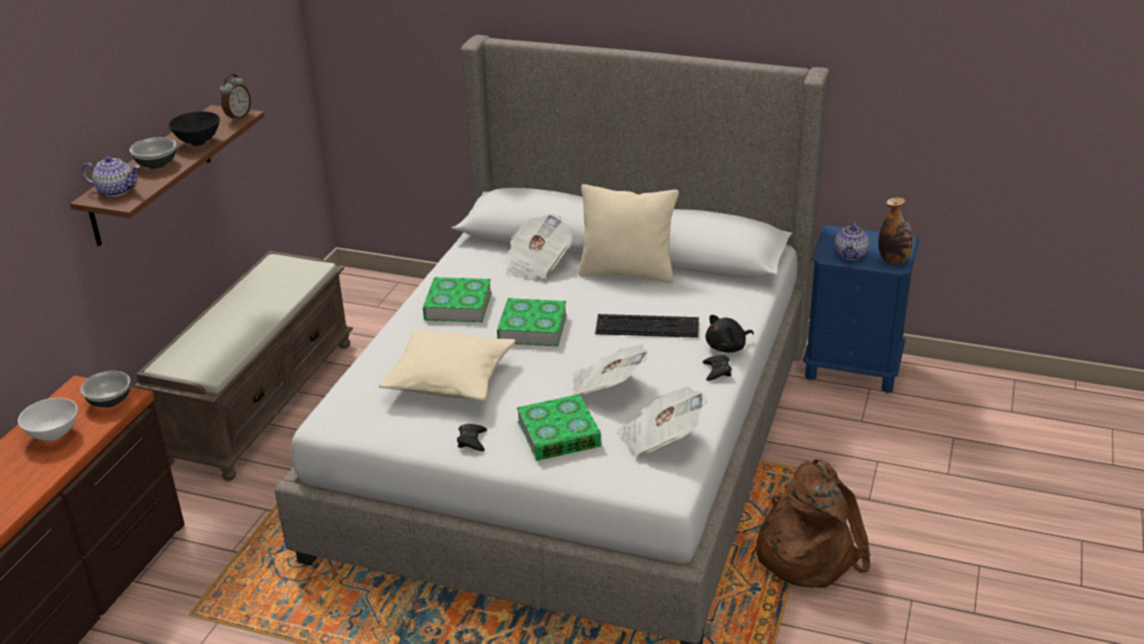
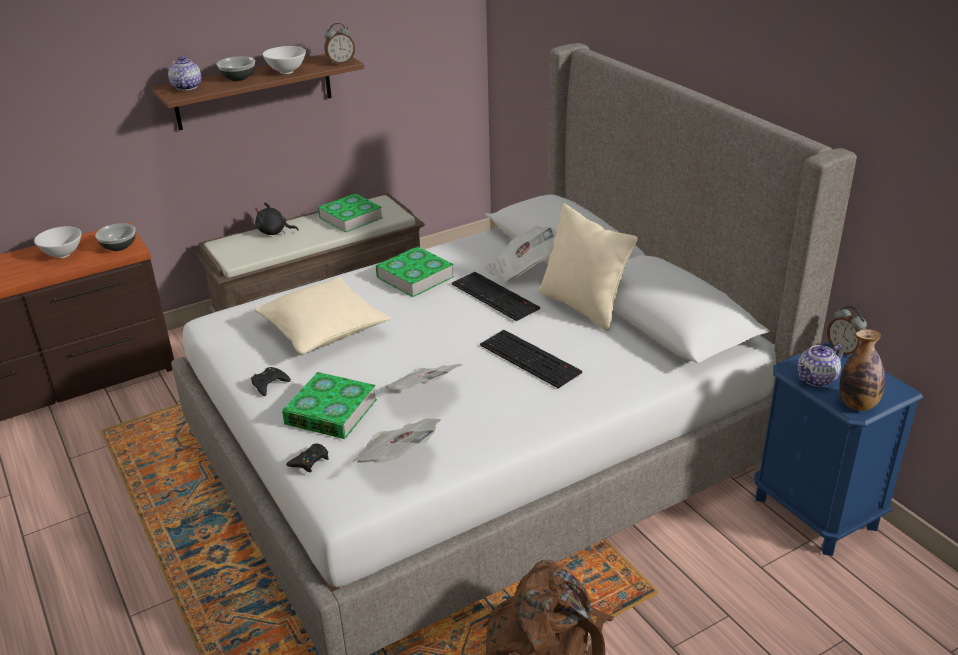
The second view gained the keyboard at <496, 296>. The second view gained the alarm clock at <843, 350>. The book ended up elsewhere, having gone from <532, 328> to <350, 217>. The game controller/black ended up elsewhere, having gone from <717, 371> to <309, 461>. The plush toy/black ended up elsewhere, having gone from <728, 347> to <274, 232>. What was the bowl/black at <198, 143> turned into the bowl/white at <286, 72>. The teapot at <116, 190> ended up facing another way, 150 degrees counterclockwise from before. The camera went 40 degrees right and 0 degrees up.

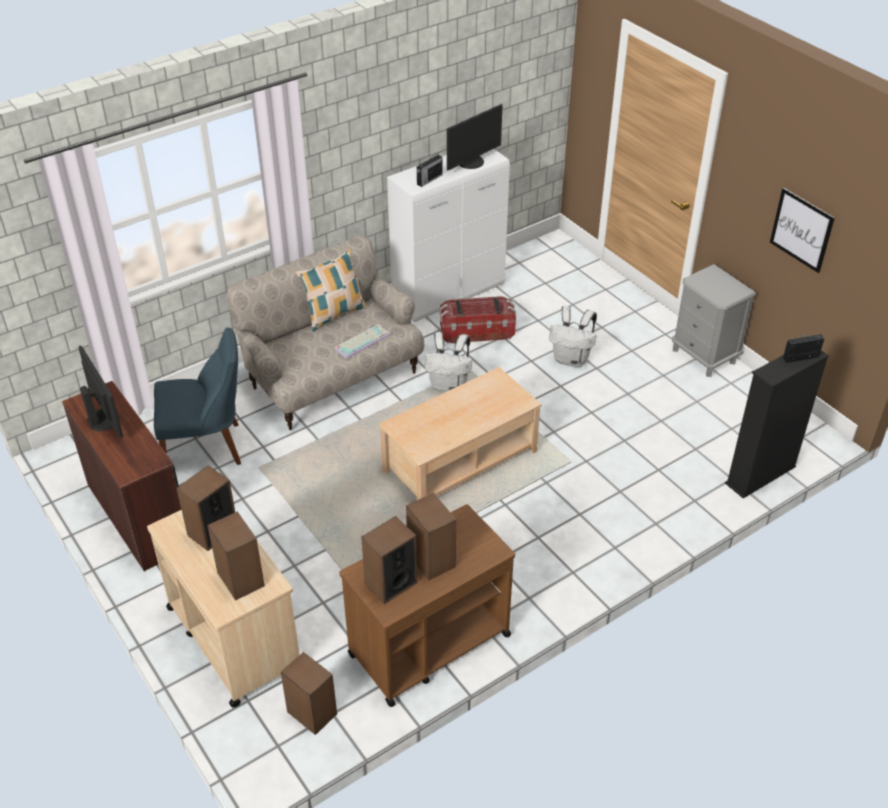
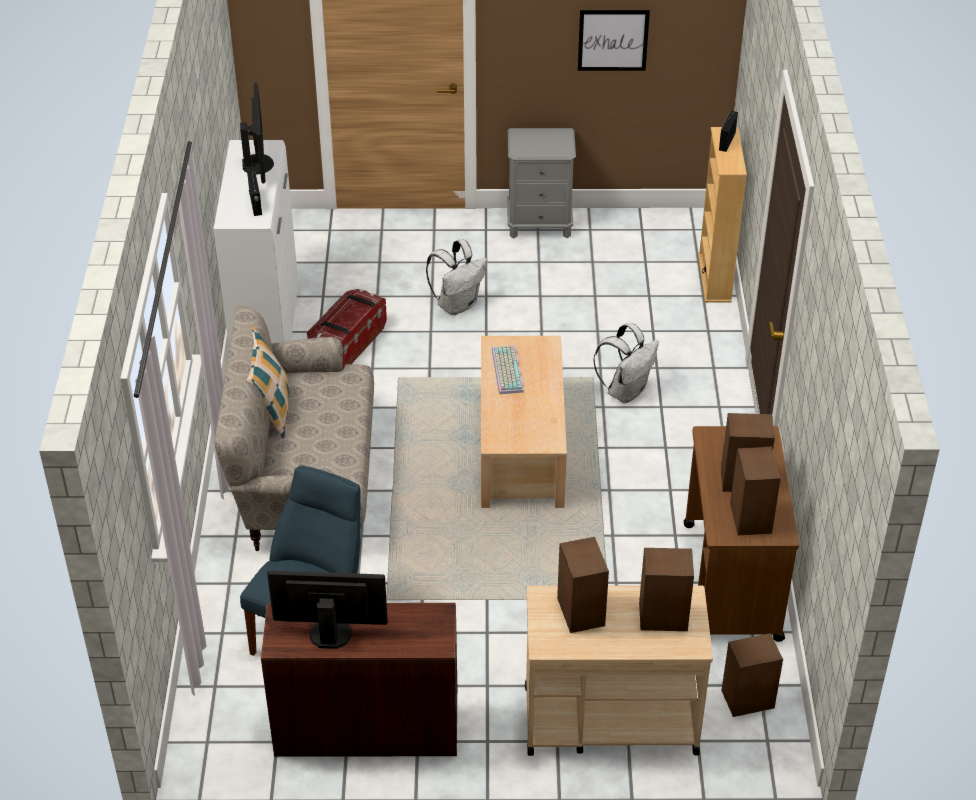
The keyboard ended up elsewhere, having gone from <362, 341> to <506, 369>. The backpack/white ended up elsewhere, having gone from <449, 385> to <626, 391>. What was the bookcase/black at <760, 475> turned into the bookcase/beige at <714, 278>. The camera went 55 degrees left and 0 degrees up.

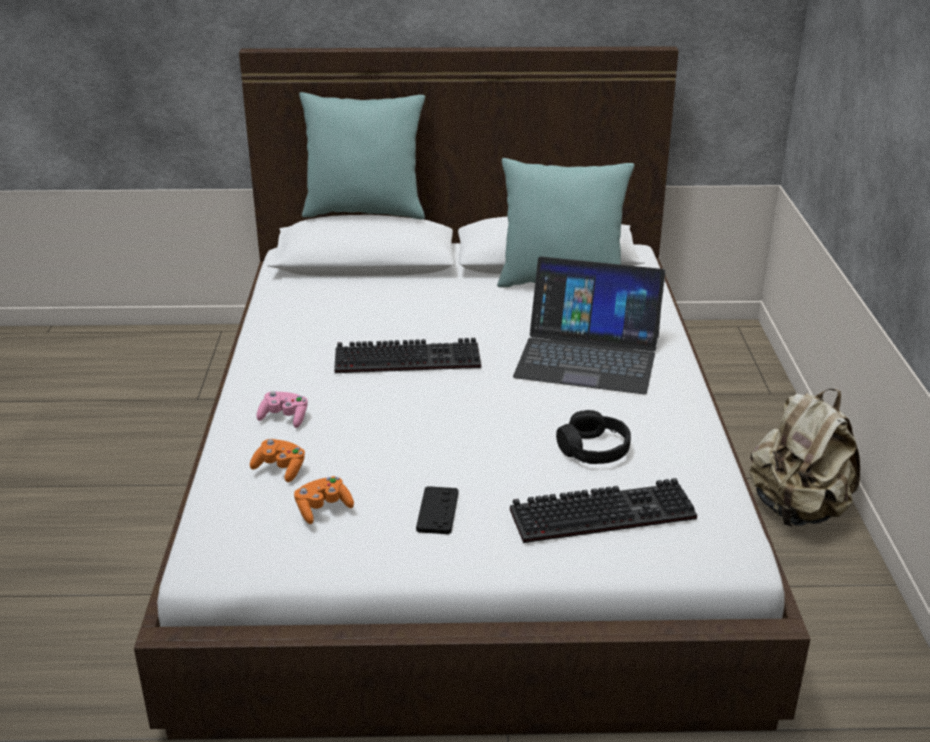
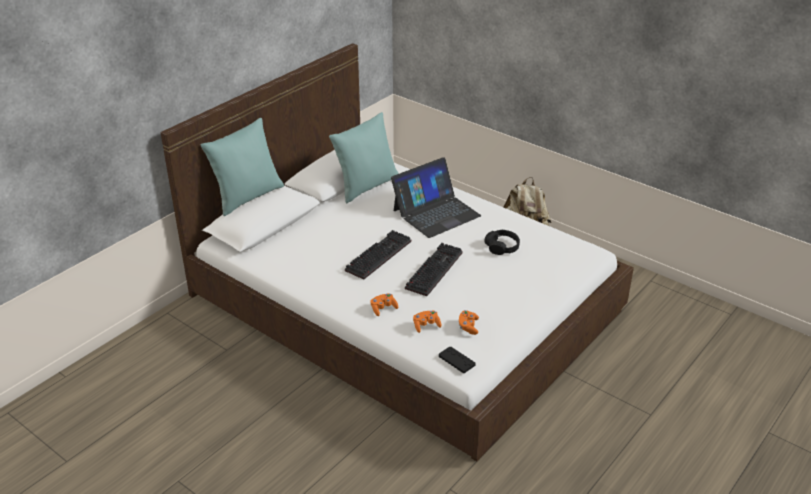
The game controller/black ended up elsewhere, having gone from <437, 511> to <456, 360>. The keyboard ended up elsewhere, having gone from <604, 512> to <433, 269>. What was the game controller/pink at <284, 418> turned into the game controller/orange at <383, 308>. The camera went 50 degrees left and 5 degrees up.

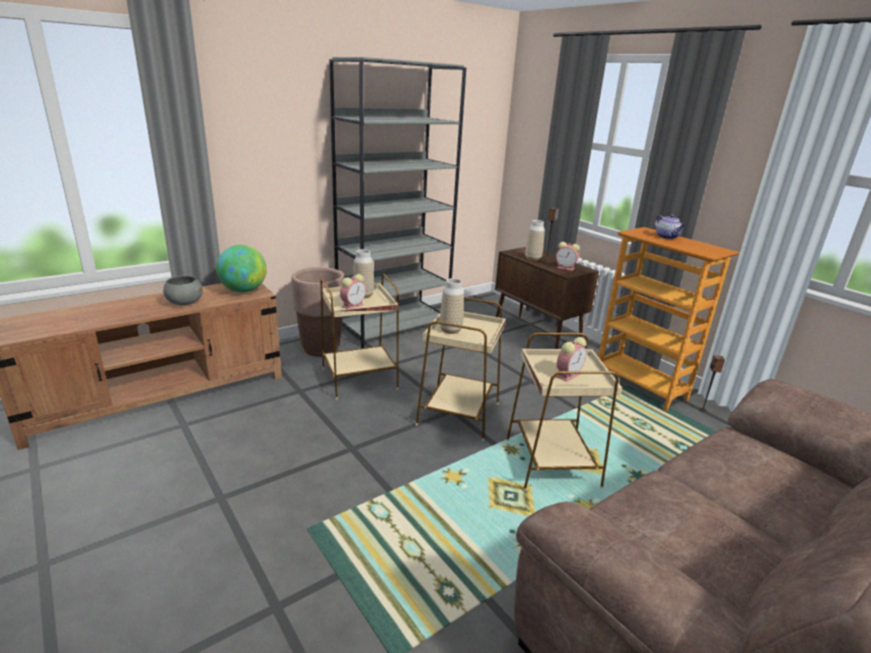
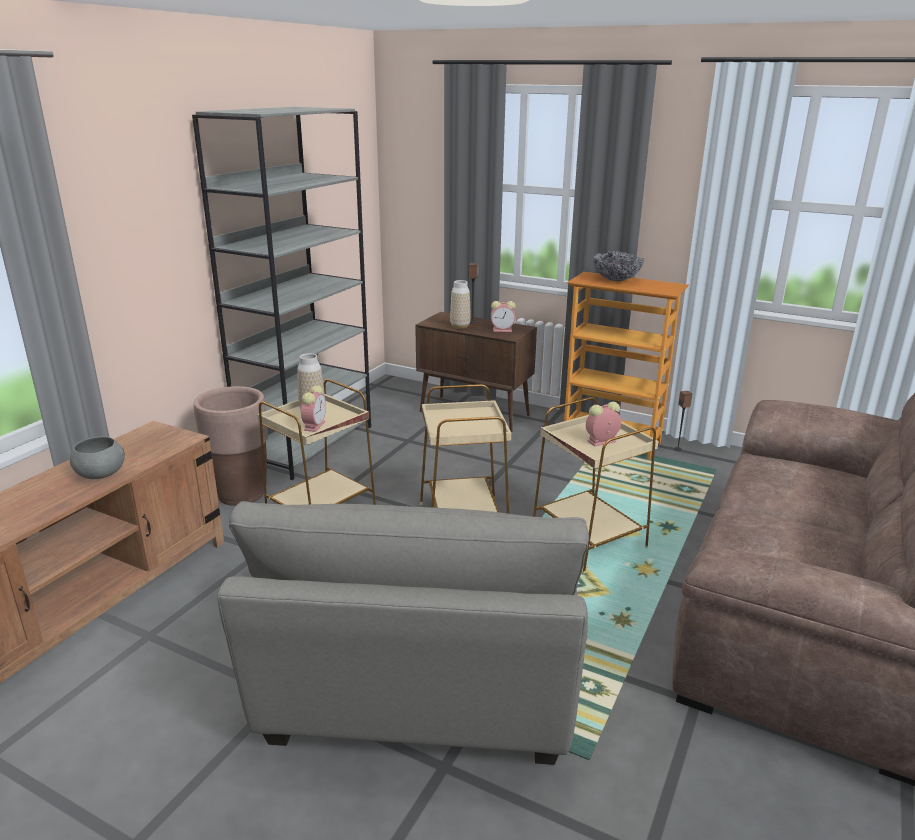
The second view lost the globe at <243, 290>. The second view lost the vase at <450, 330>. The second view gained the armchair/grey at <420, 684>. Where the teapot stood at <667, 237>, the bowl came to stand at <616, 280>. The alarm clock at <568, 374> ended up facing another way, 135 degrees counterclockwise from before. The camera went 25 degrees left and 0 degrees up.

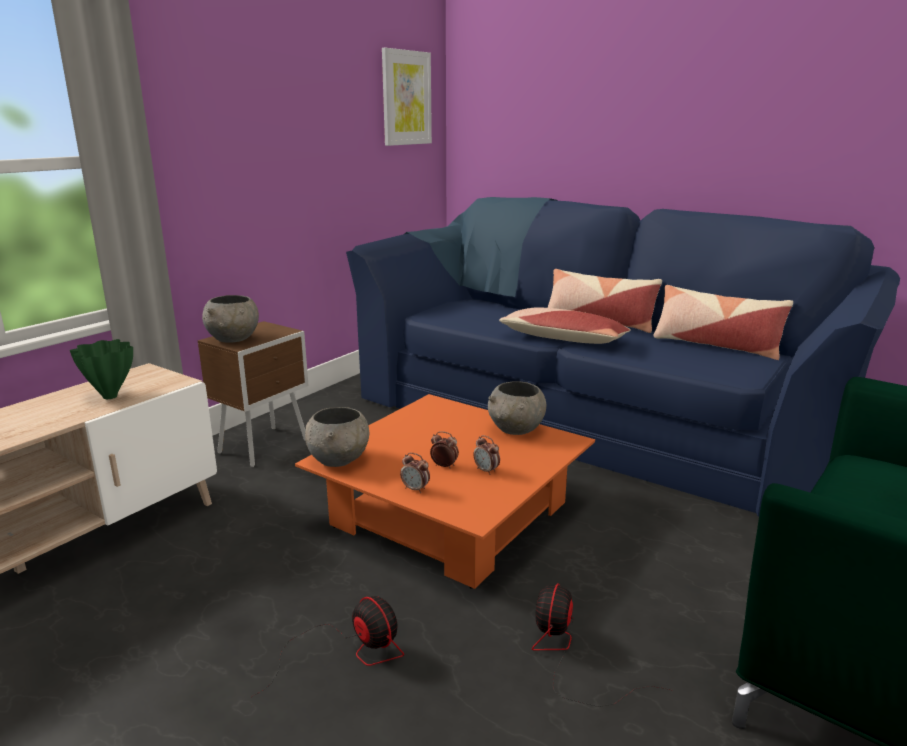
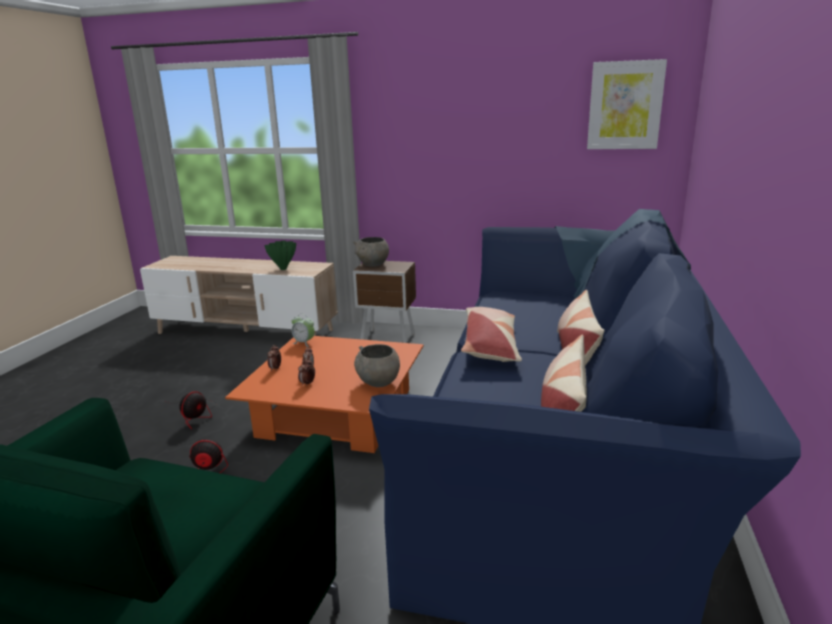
Where the bowl/grey stood at <339, 460>, the alarm clock came to stand at <304, 343>. The camera went 70 degrees right and 0 degrees up.

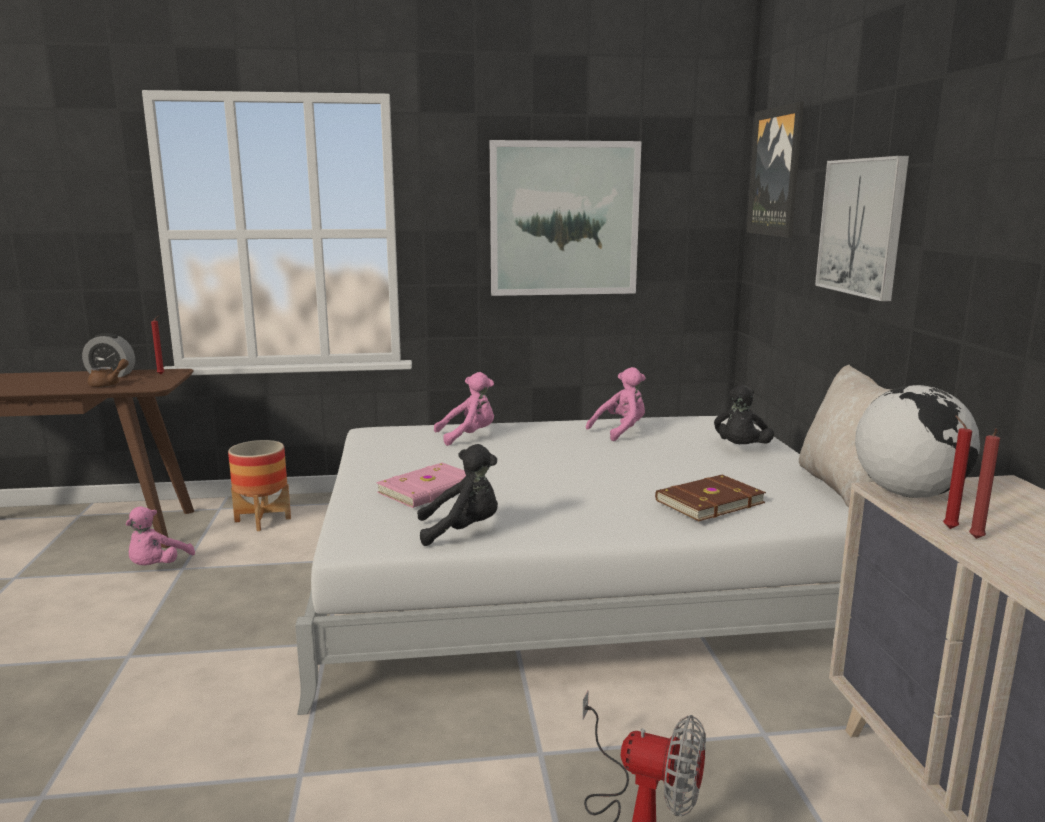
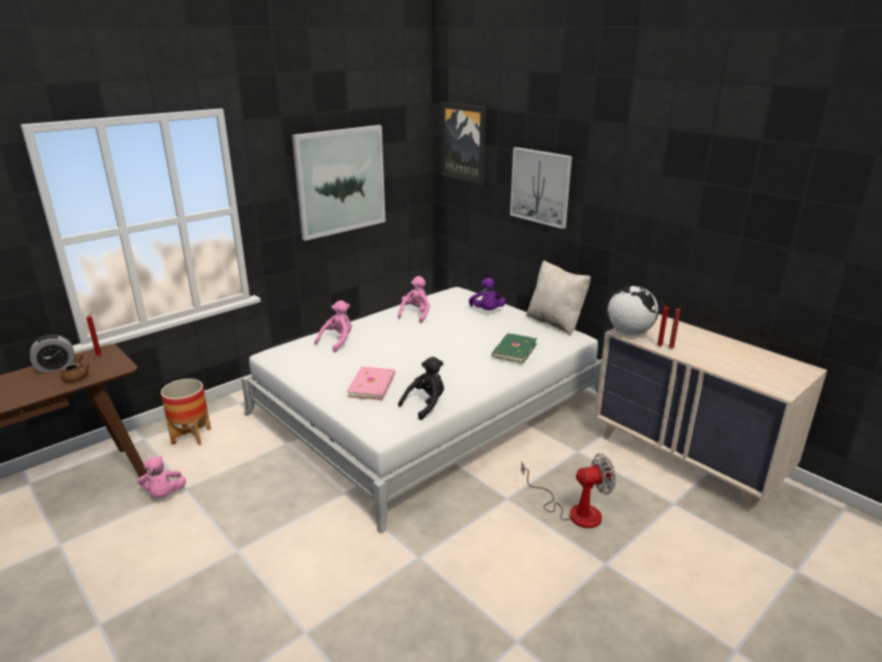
What was the book/brown at <708, 501> turned into the book/green at <513, 350>. What was the plush toy/black at <741, 449> turned into the plush toy/purple at <487, 311>. The camera went 35 degrees left and 10 degrees up.

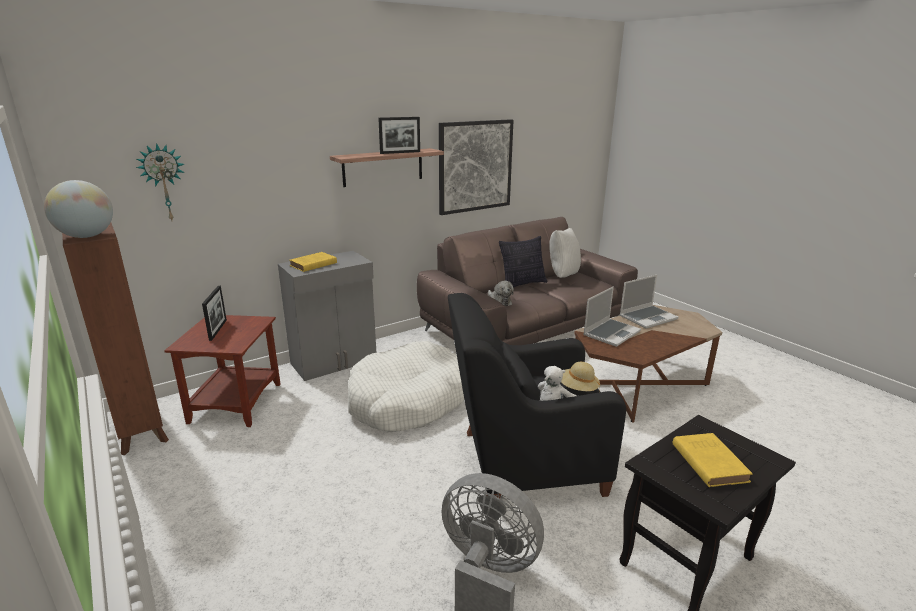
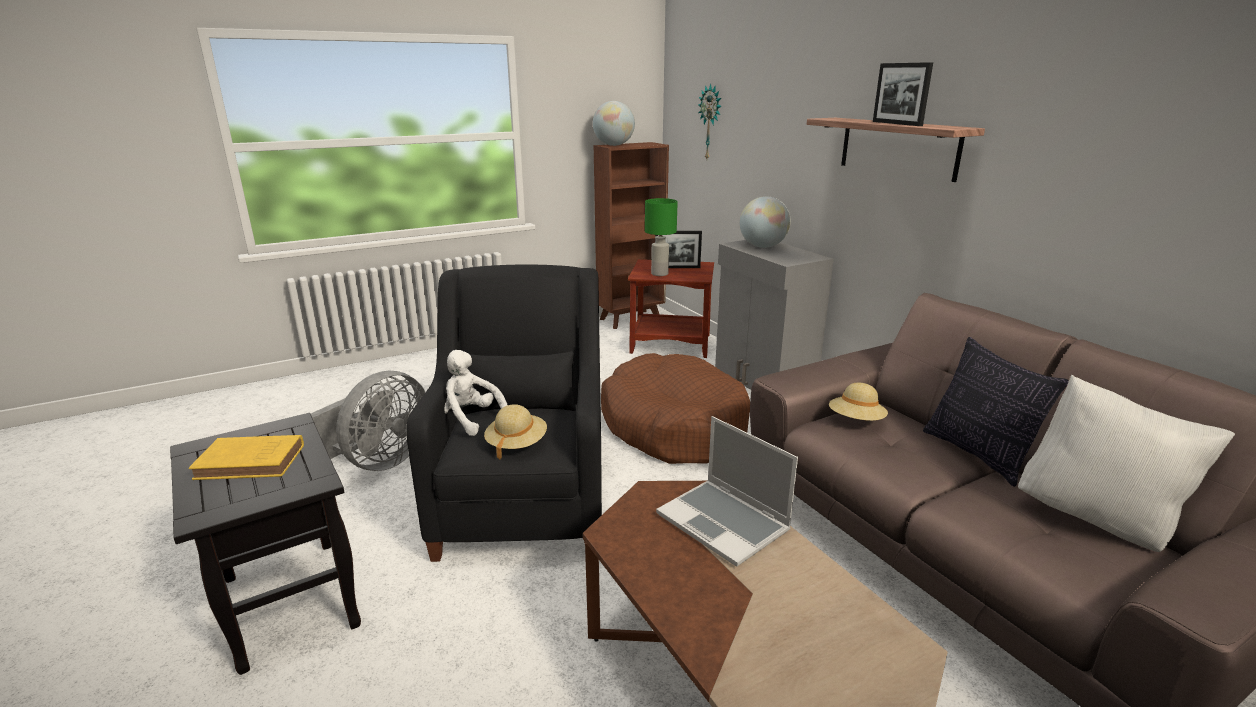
The second view lost the picture at <475, 166>. The second view lost the laptop at <648, 317>. The second view gained the table lamp/green at <659, 274>. Where the book/yellow stood at <312, 265>, the globe came to stand at <762, 247>. Where the plush toy stood at <499, 301>, the hat/beige came to stand at <856, 421>. What was the dog bed/white at <407, 400> turned into the dog bed/brown at <673, 425>. The camera went 95 degrees right and 0 degrees up.

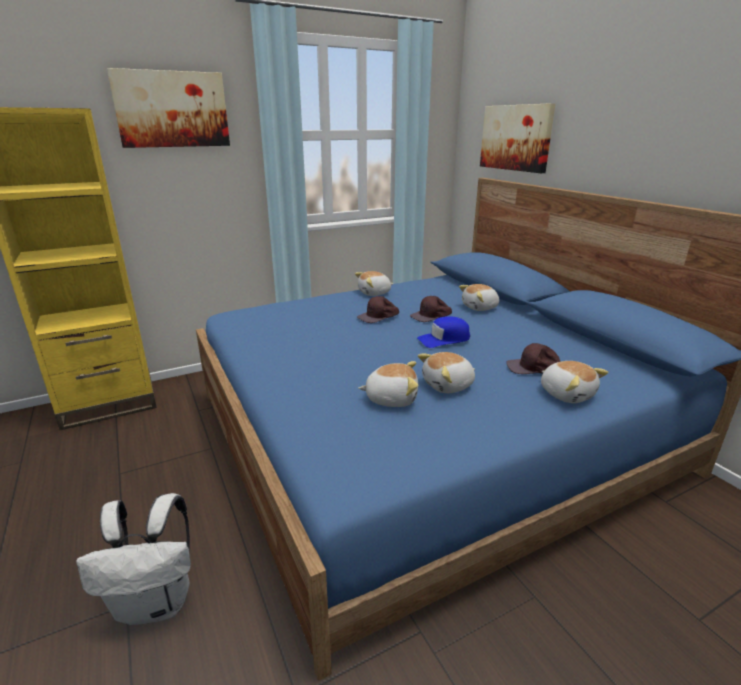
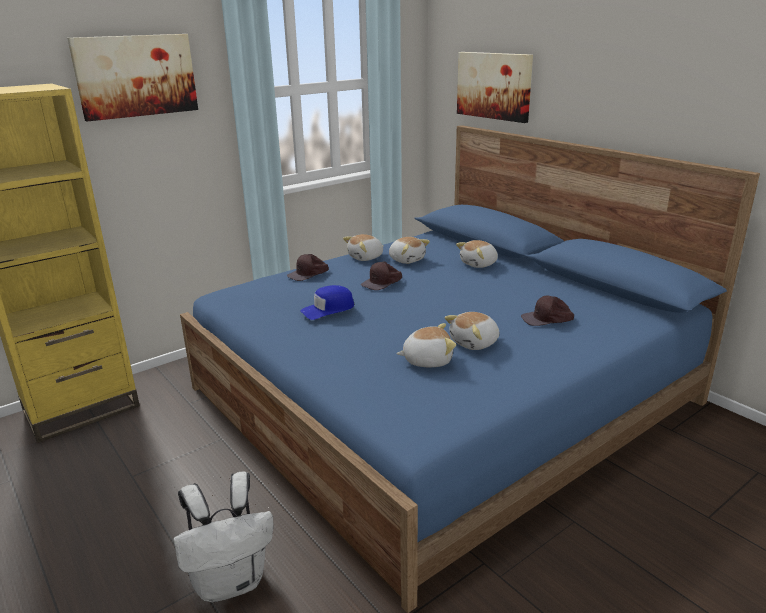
The cap/brown ended up elsewhere, having gone from <431, 315> to <308, 274>. The cap/blue ended up elsewhere, having gone from <444, 339> to <328, 309>. The plush toy ended up elsewhere, having gone from <567, 394> to <407, 260>. The camera went 10 degrees left and 0 degrees up.

